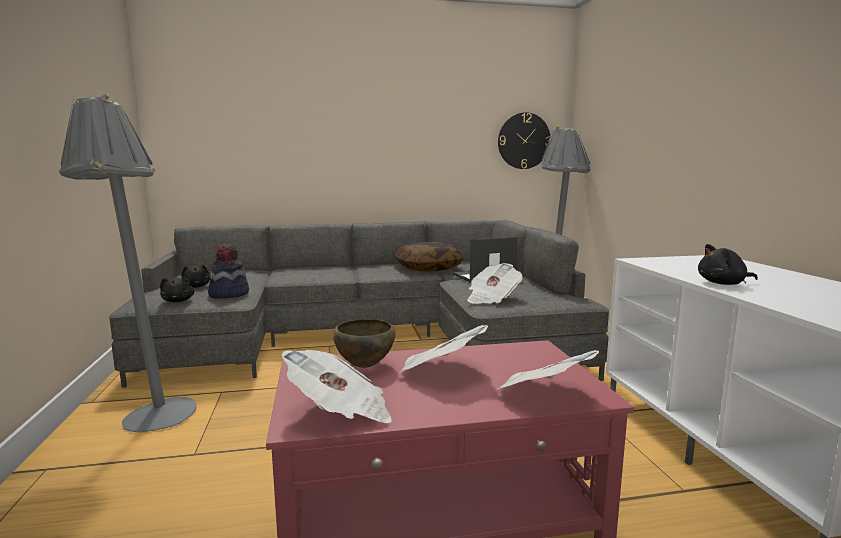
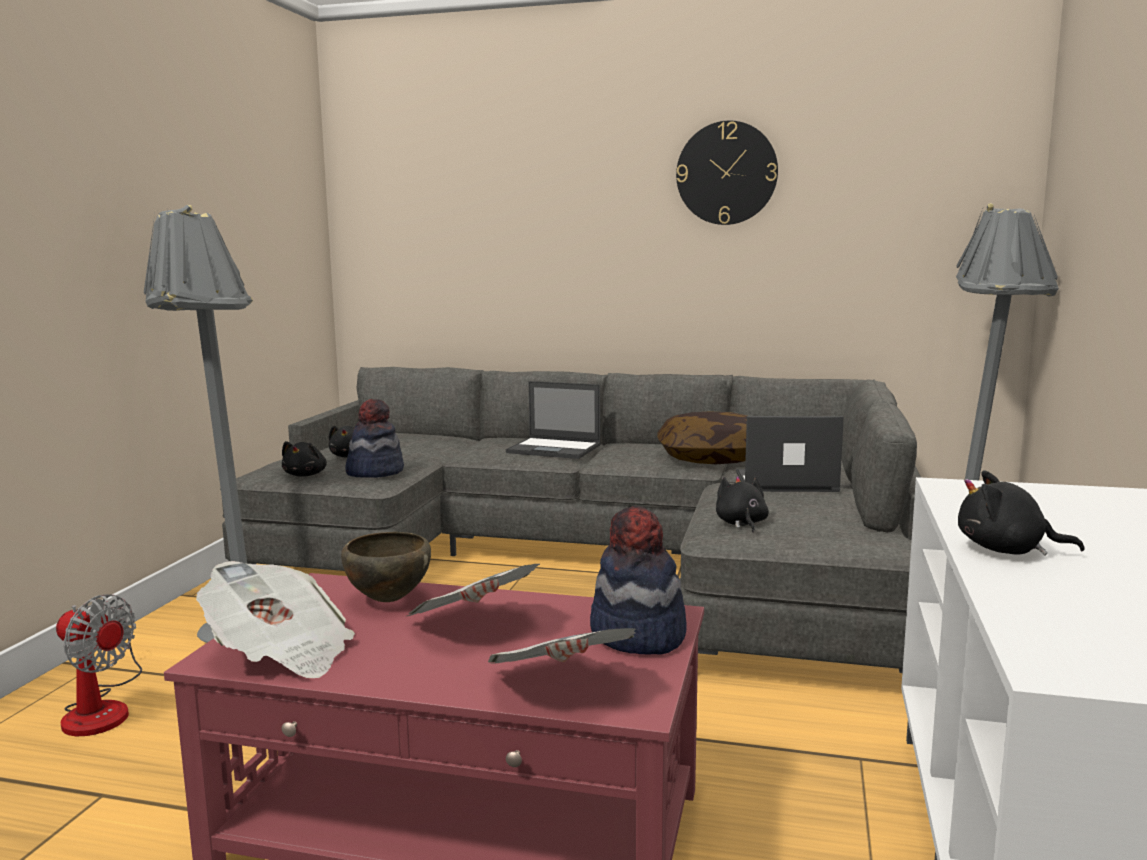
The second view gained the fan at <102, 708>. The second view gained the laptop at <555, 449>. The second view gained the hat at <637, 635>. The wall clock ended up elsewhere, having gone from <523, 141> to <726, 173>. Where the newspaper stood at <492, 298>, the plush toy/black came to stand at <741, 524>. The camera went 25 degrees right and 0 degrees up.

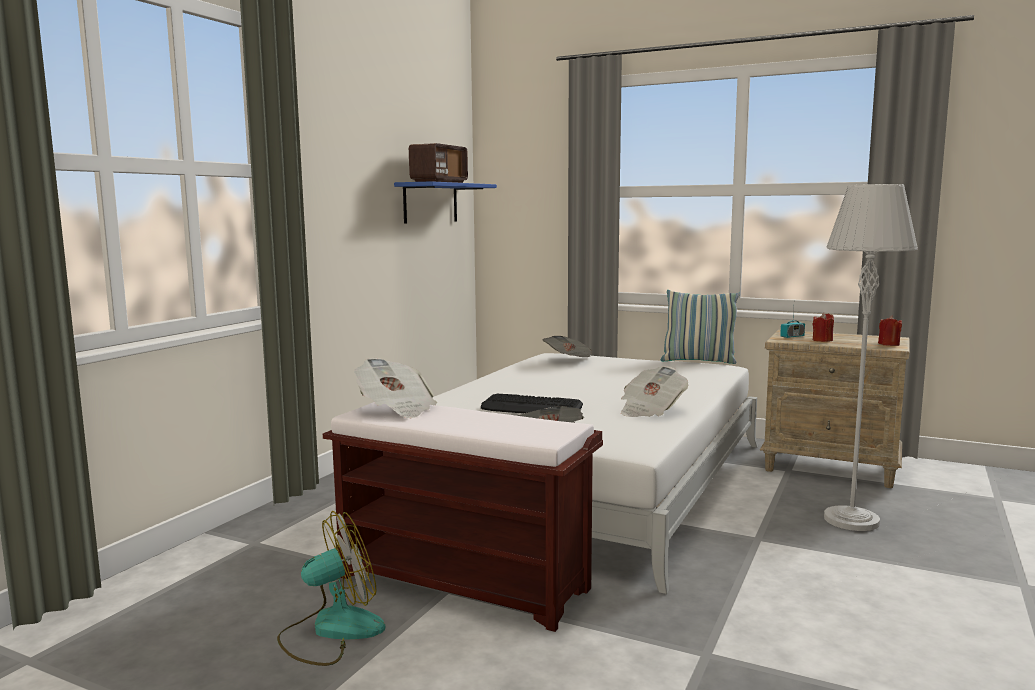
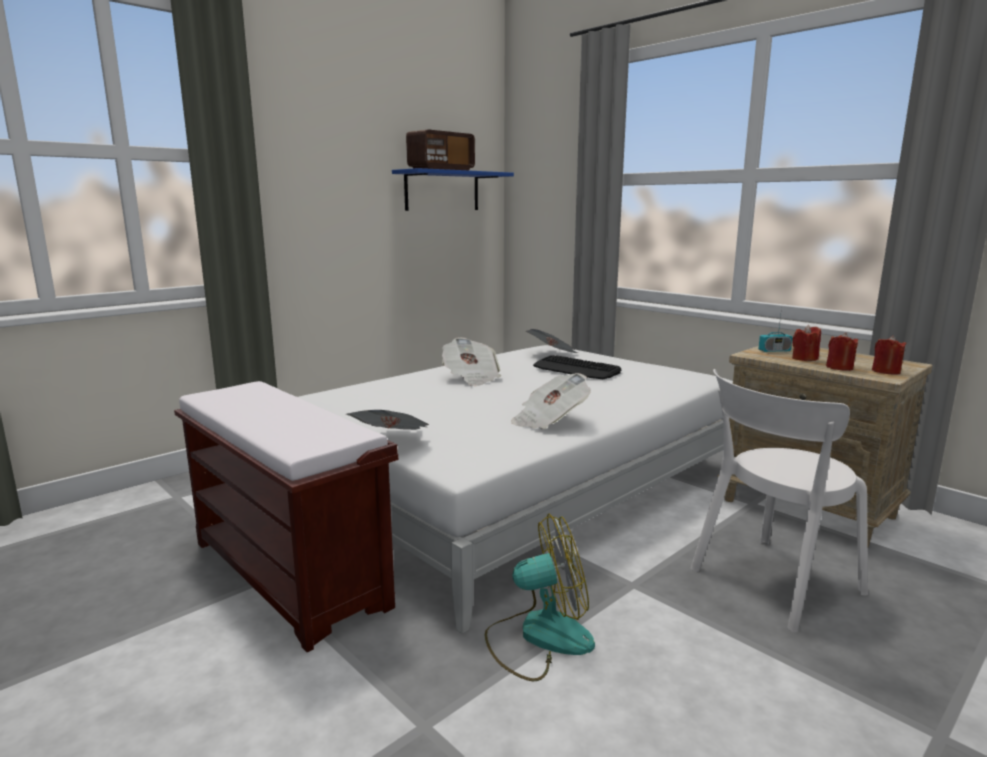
The second view lost the pillow at <698, 361>. The second view gained the candle/red at <839, 368>. The fan ended up elsewhere, having gone from <331, 631> to <539, 637>. The newspaper ended up elsewhere, having gone from <396, 409> to <471, 378>. The keyboard ended up elsewhere, having gone from <531, 407> to <576, 369>. Where the floor lamp/grey stood at <851, 520>, the chair/white came to stand at <771, 583>. The camera went 20 degrees right and 5 degrees up.

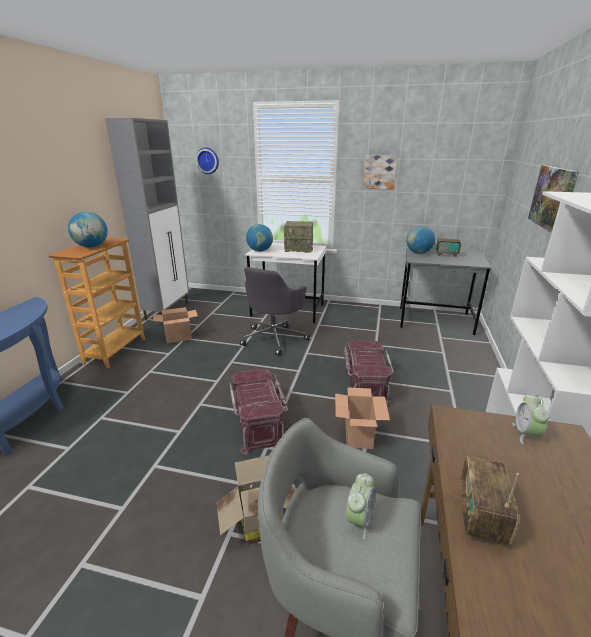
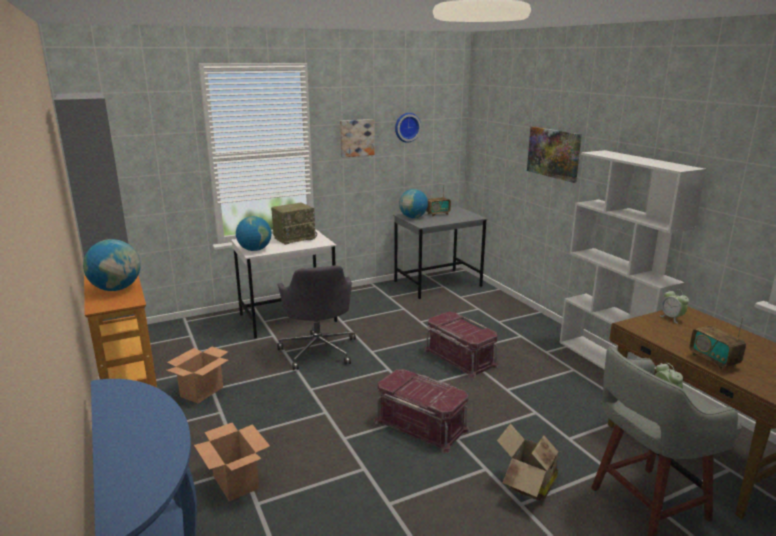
The wall clock ended up elsewhere, having gone from <208, 160> to <406, 127>. The cardboard box ended up elsewhere, having gone from <358, 435> to <235, 482>. The camera went 40 degrees left and 5 degrees down.

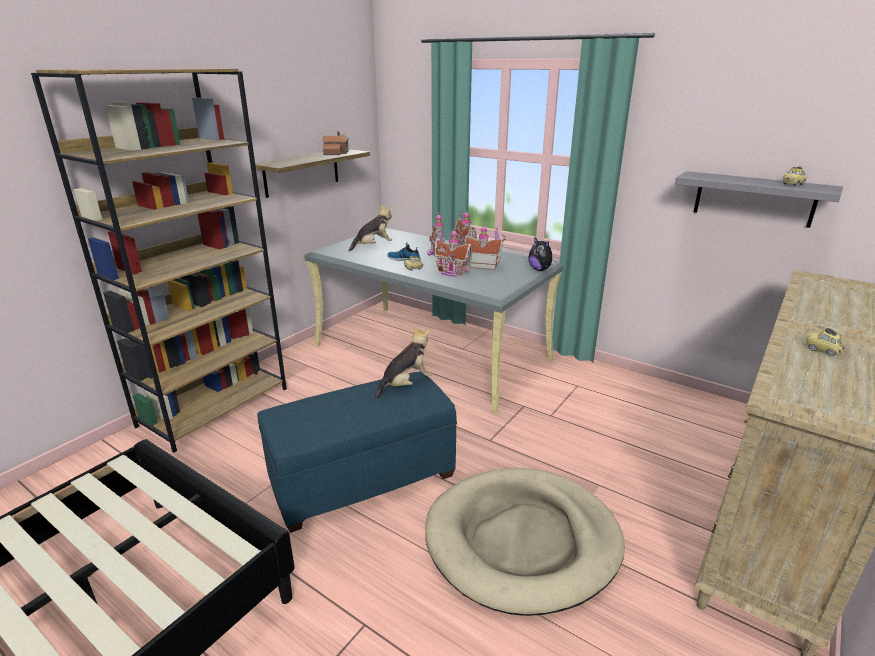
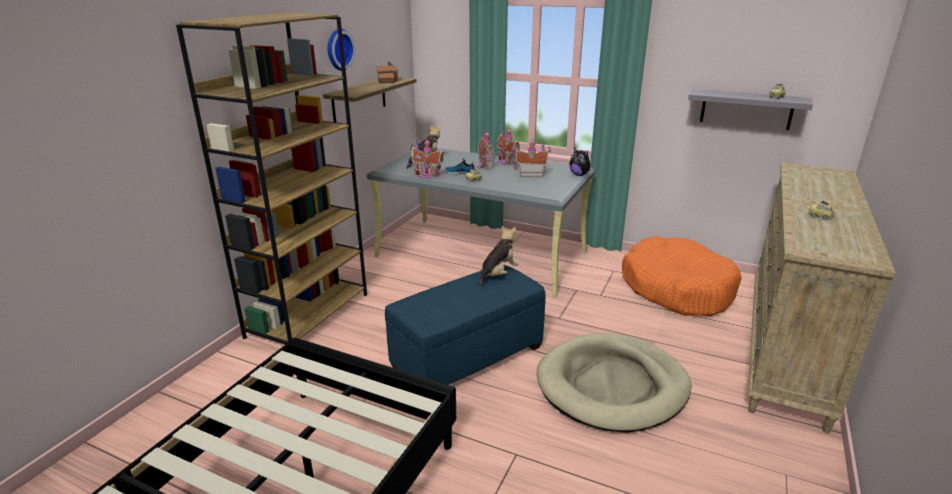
The second view gained the wall clock at <338, 49>. The second view gained the dog bed/orange at <676, 289>. The toy house ended up elsewhere, having gone from <451, 272> to <427, 175>. The camera went 10 degrees left and 0 degrees up.

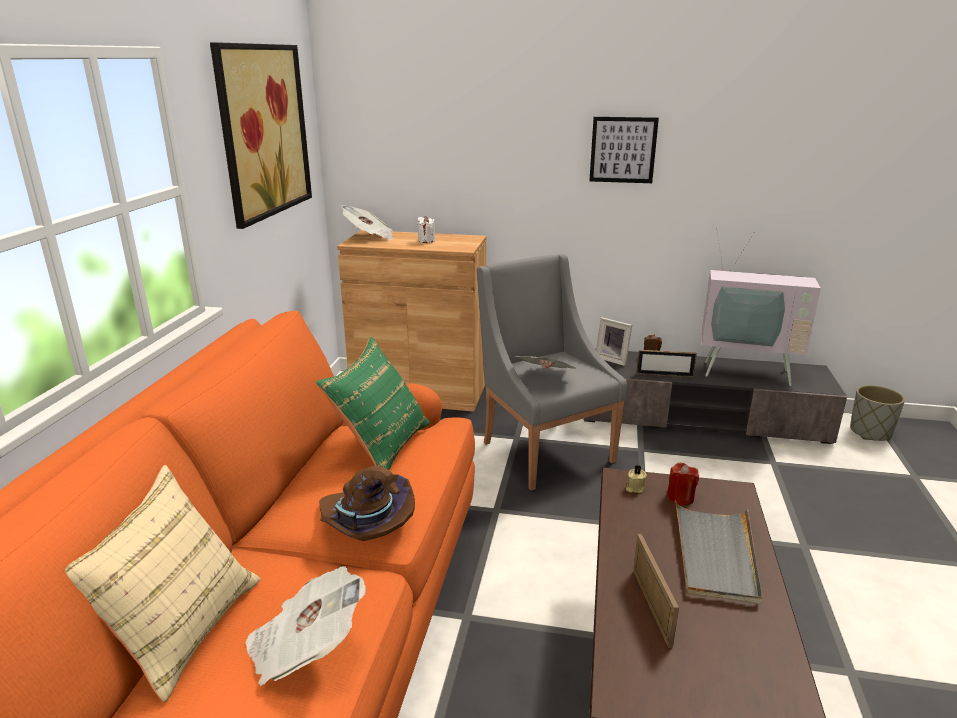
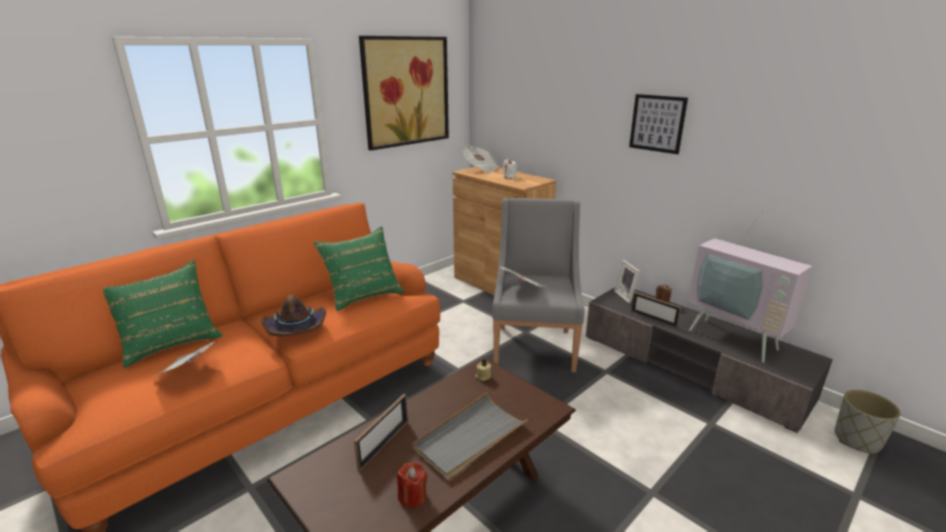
The candle/red ended up elsewhere, having gone from <680, 497> to <412, 496>. What was the pillow/beige at <179, 628> turned into the pillow/green at <170, 342>. The camera went 35 degrees right and 0 degrees up.

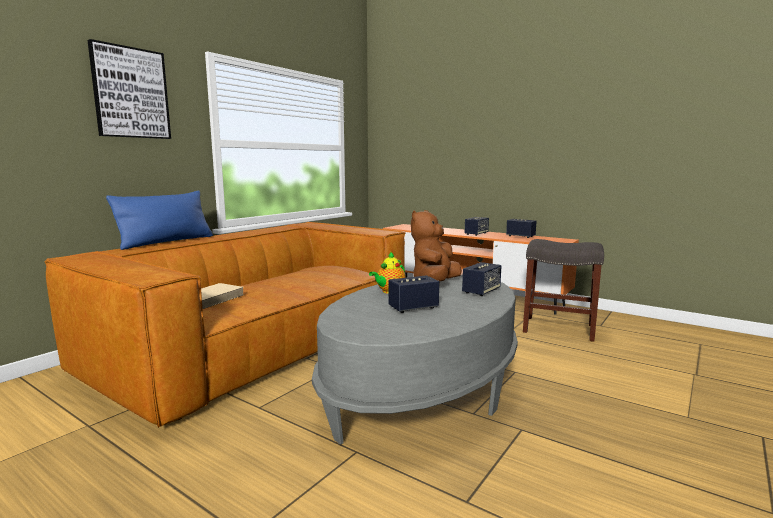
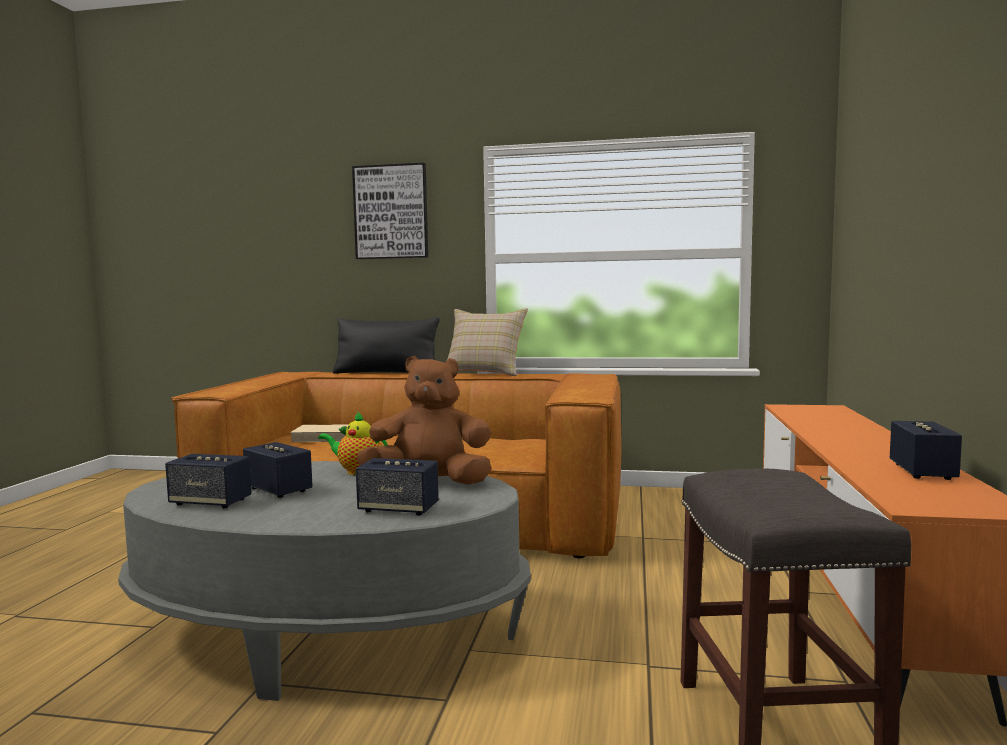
The second view gained the pillow/beige at <485, 373>. The speaker ended up elsewhere, having gone from <476, 234> to <210, 502>. What was the pillow/blue at <167, 242> turned into the pillow/black at <386, 372>. The camera went 65 degrees right and 5 degrees down.

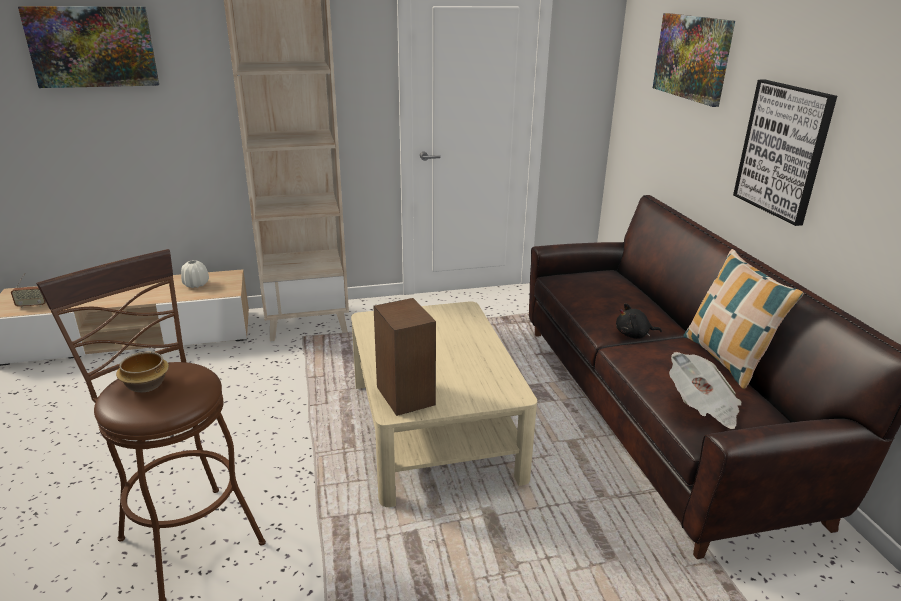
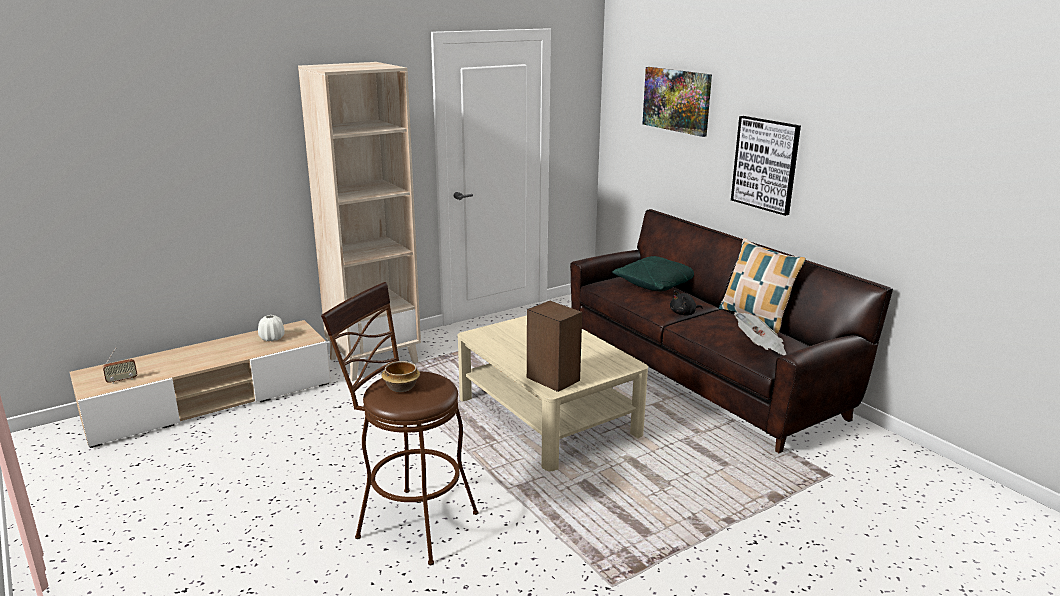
The second view lost the picture at <92, 47>. The second view gained the pillow/green at <656, 284>. The camera went 20 degrees left and 5 degrees down.

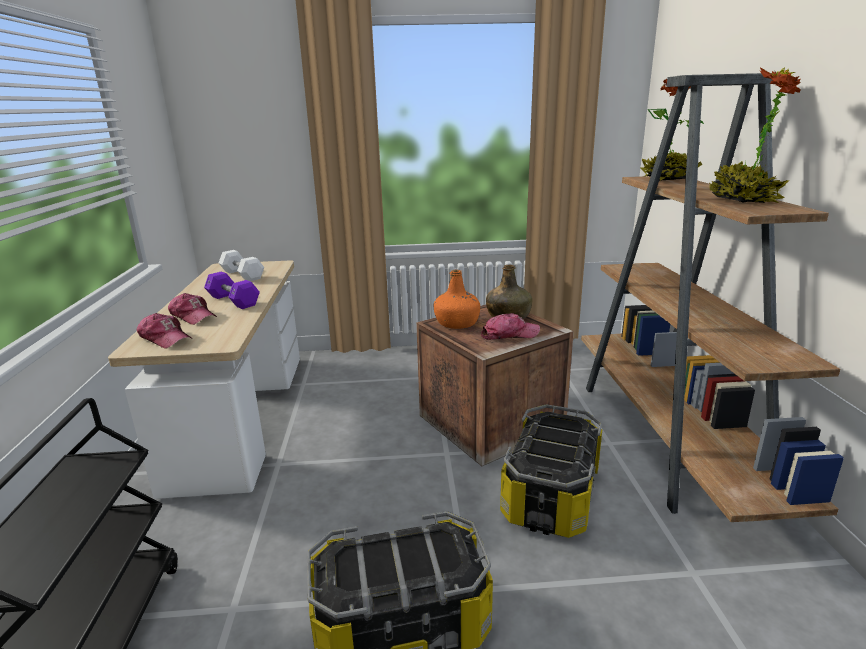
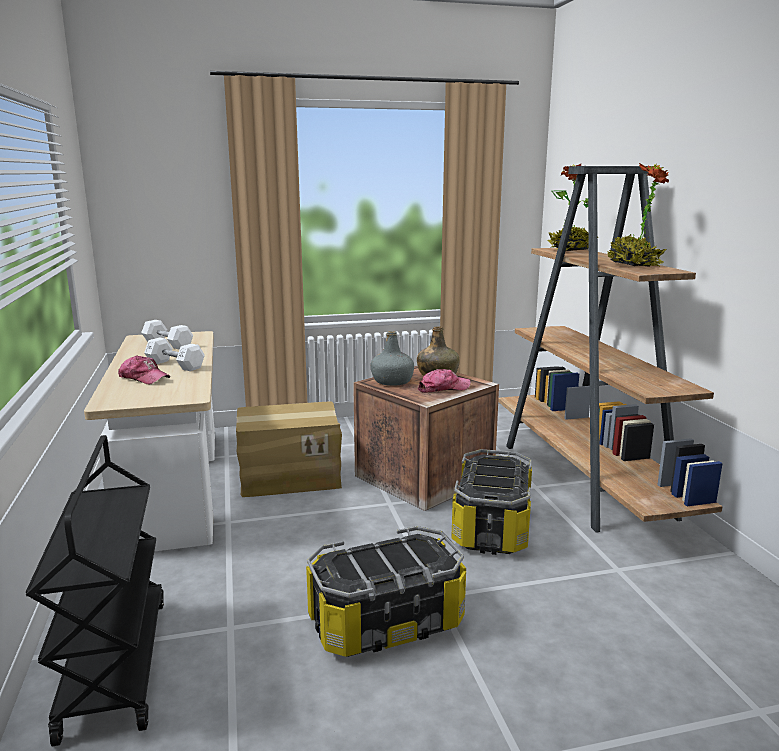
The second view lost the cap at <165, 338>. The second view gained the cardboard box at <290, 477>. What was the dumbbell/purple at <233, 301> turned into the dumbbell/white at <175, 365>. What was the bottle/orange at <457, 323> turned into the bottle/grey at <392, 382>. The camera went 10 degrees left and 5 degrees down.

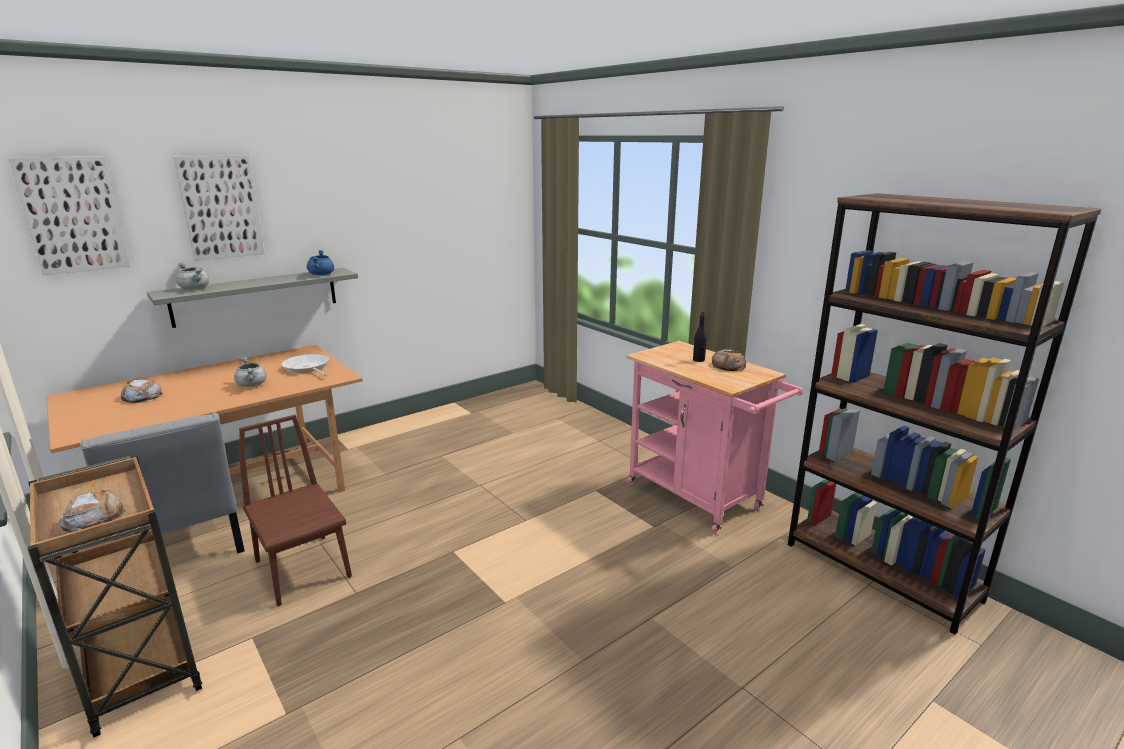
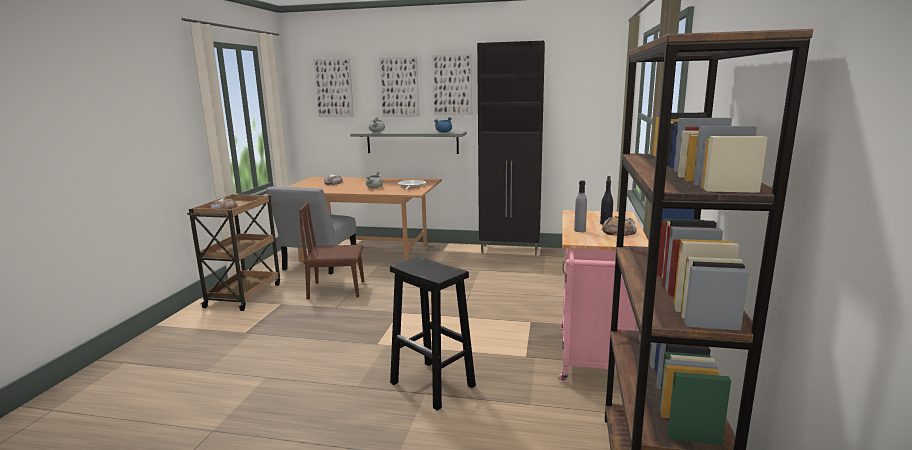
The second view gained the stool/black at <433, 385>. The second view gained the picture at <452, 85>. The second view gained the cabinet/black at <510, 250>. The second view gained the bottle/grey at <580, 230>. The chair/brown at <302, 568> ended up facing another way, 105 degrees counterclockwise from before. The camera went 50 degrees right and 5 degrees down.

